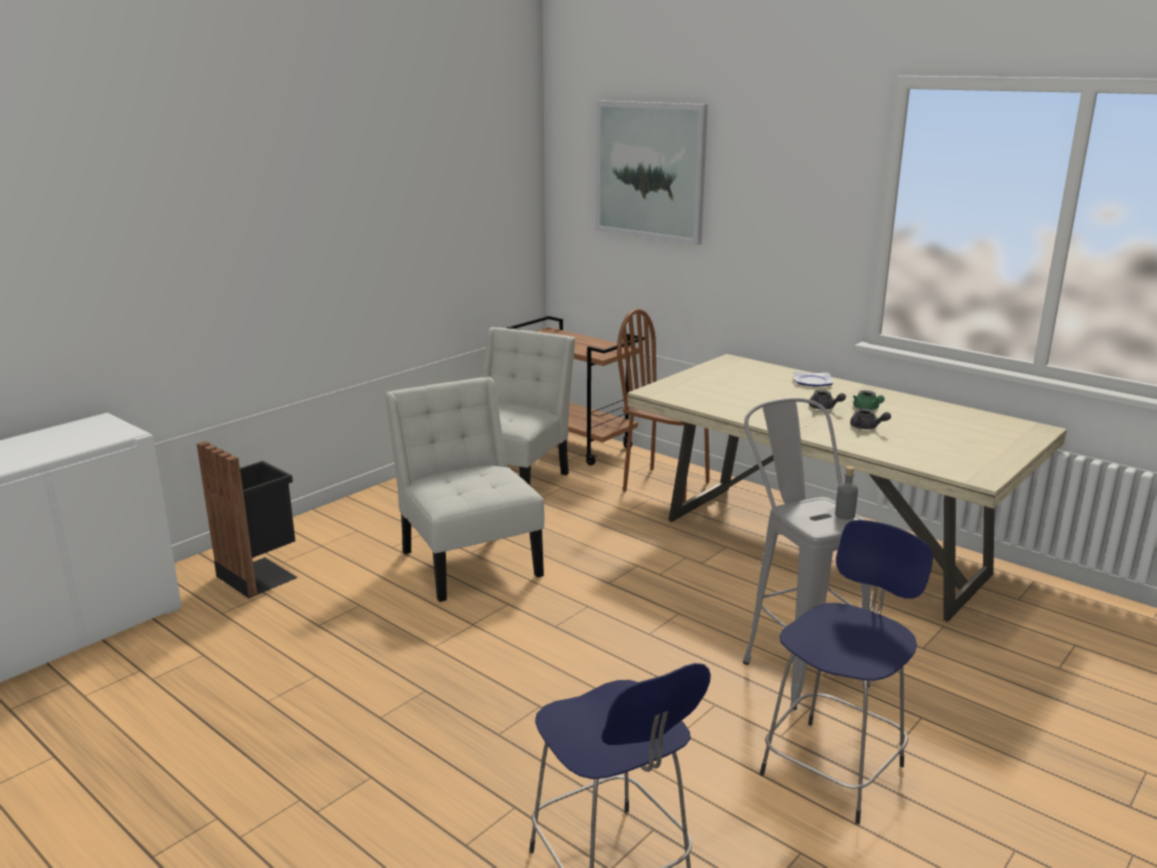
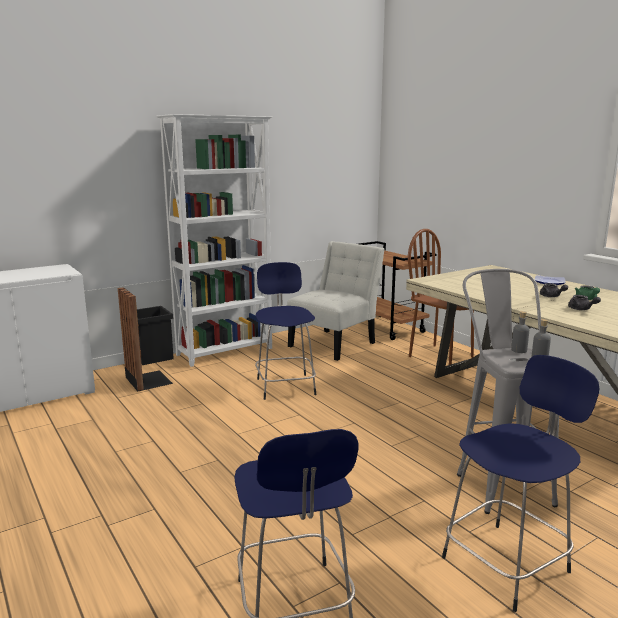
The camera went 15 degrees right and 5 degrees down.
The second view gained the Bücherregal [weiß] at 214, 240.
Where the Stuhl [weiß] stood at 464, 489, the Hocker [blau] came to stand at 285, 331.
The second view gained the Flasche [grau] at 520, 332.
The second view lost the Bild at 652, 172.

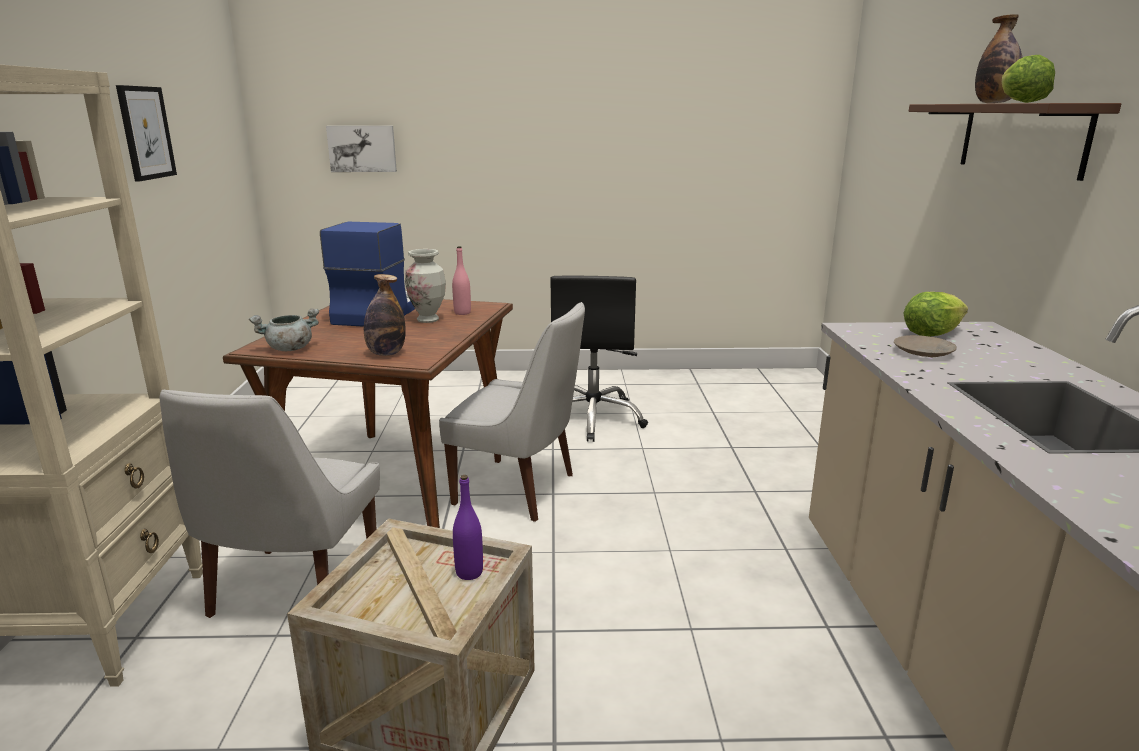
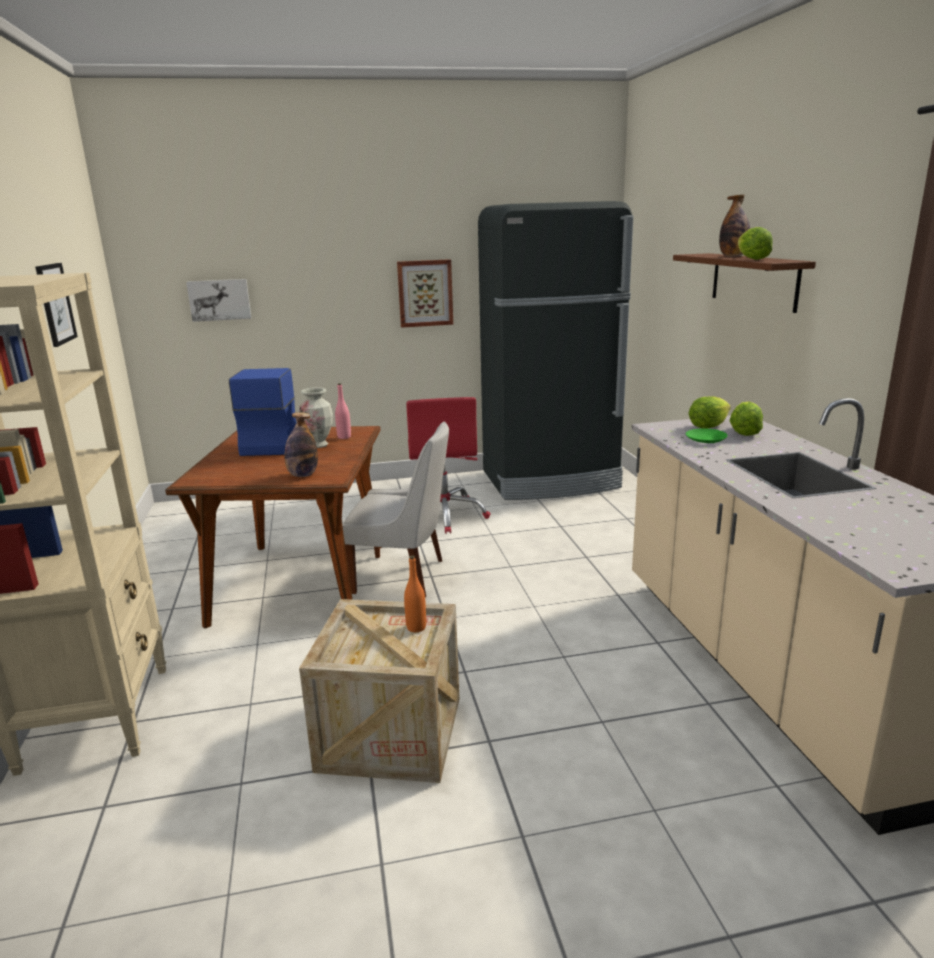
The camera went 10 degrees left and 0 degrees up.
The second view gained the Bild at 425, 293.
What was the Flasche [lila] at 468, 527 turned into the Flasche [orange] at 415, 593.
What was the Bürostuhl [schwarz] at 599, 359 turned into the Bürostuhl [rot] at 448, 465.
The second view gained the Kühlschrank [schwarz] at 556, 350.
What was the Teller [beige] at 925, 346 turned into the Teller [grün] at 707, 435.
The second view gained the Salatkopf at 746, 418.
The second view lost the Stuhl [weiß] at 270, 504.
The second view lost the Kochtopf [grau] at 284, 329.

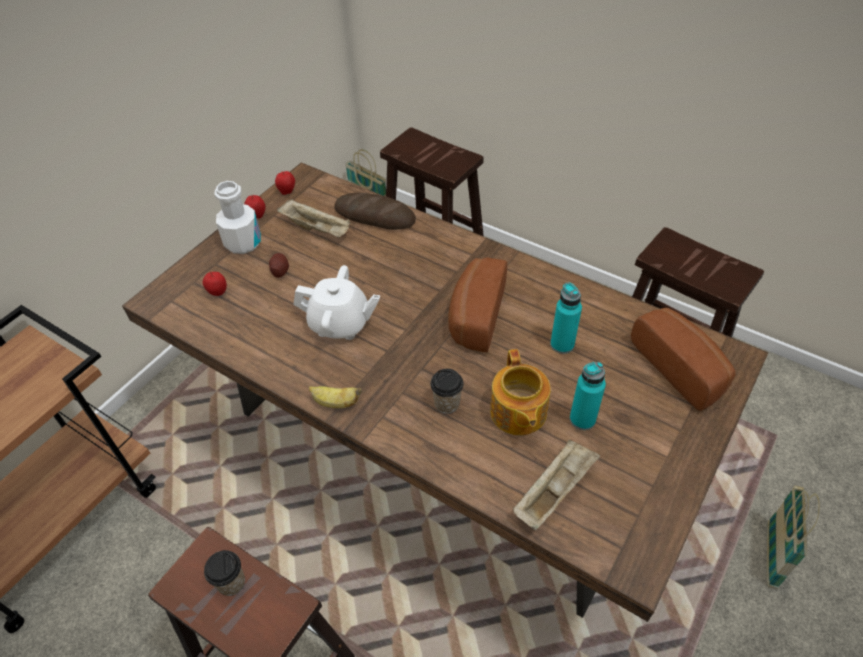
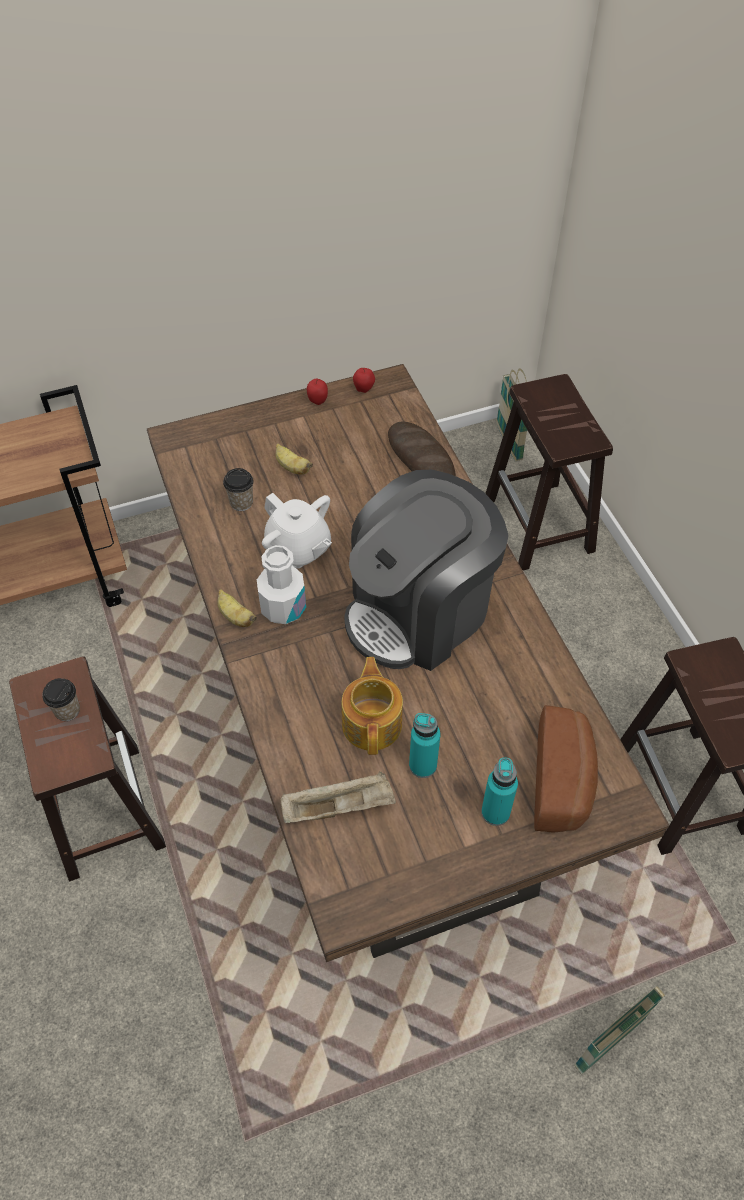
The camera went 35 degrees right and 5 degrees up.
The Tasse ended up elsewhere, having gone from 447, 391 to 238, 489.
The Flasche [weiß] ended up elsewhere, having gone from 238, 217 to 281, 584.
Where the Kartoffel stood at 279, 265, the Banane came to stand at 294, 458.
The Teekanne at 520, 392 ended up facing another way, 150 degrees clockwise from before.
Where the Brot stood at 477, 304, the Kaffeemaschine came to stand at 426, 570.
The Flasche [türkis] ended up elsewhere, having gone from 566, 318 to 499, 791.
The second view lost the Apfel at 215, 283.
The second view lost the Tablett [beige] at 314, 218.

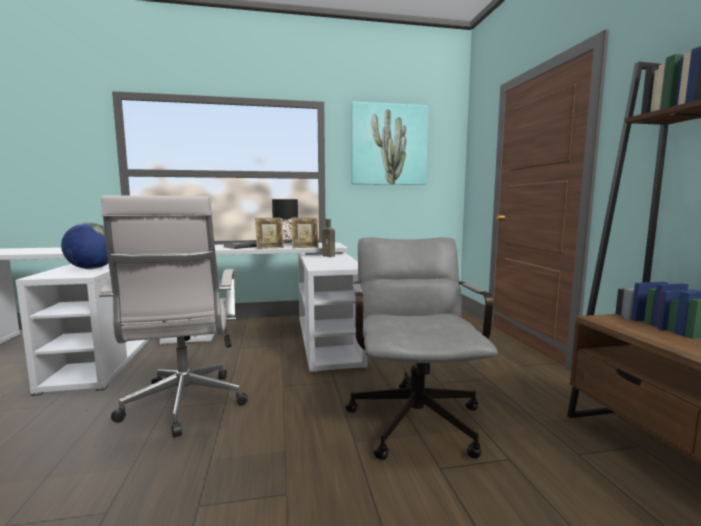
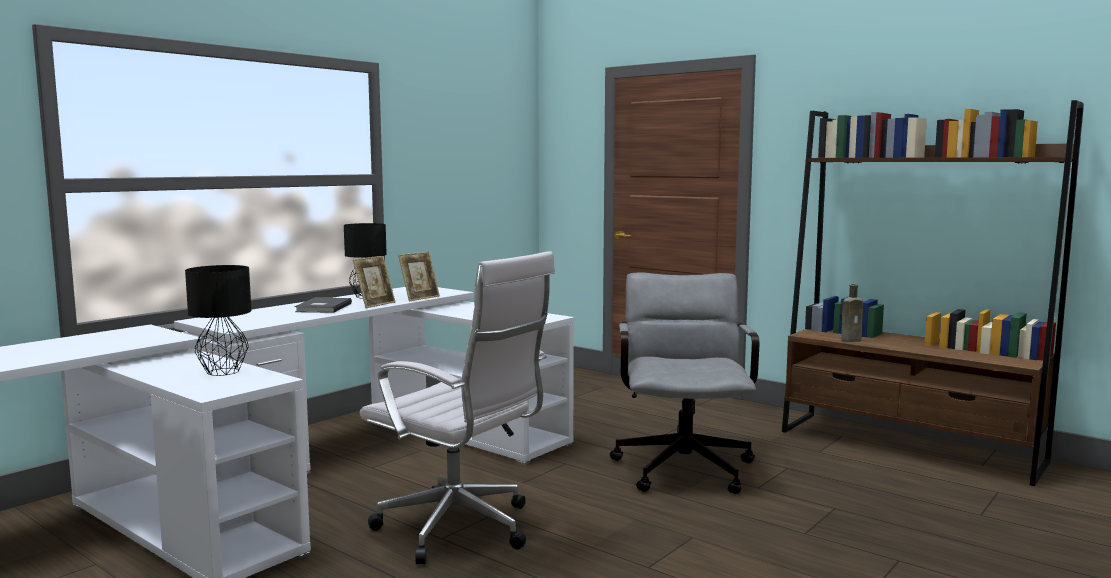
The camera went 40 degrees left and 0 degrees up.
Where the Globus stood at 84, 246, the Tischlampe [schwarz] came to stand at 218, 320.
The Bürostuhl [grau] at 421, 348 ended up facing another way, 45 degrees clockwise from before.
The Flasche [braun] ended up elsewhere, having gone from 328, 238 to 852, 313.
The second view lost the Bild at 390, 143.

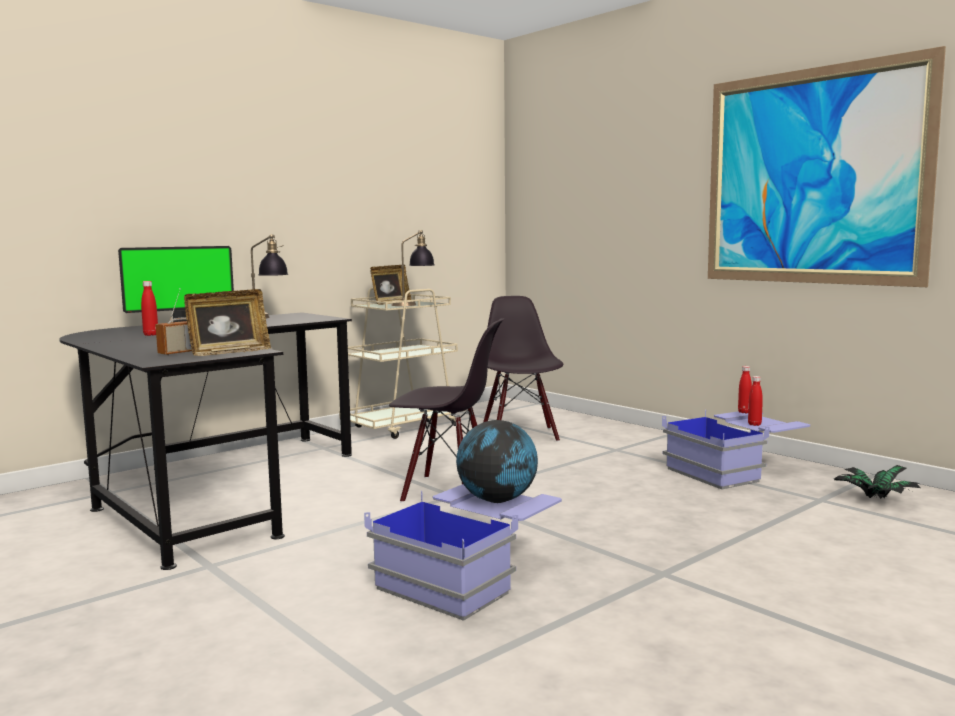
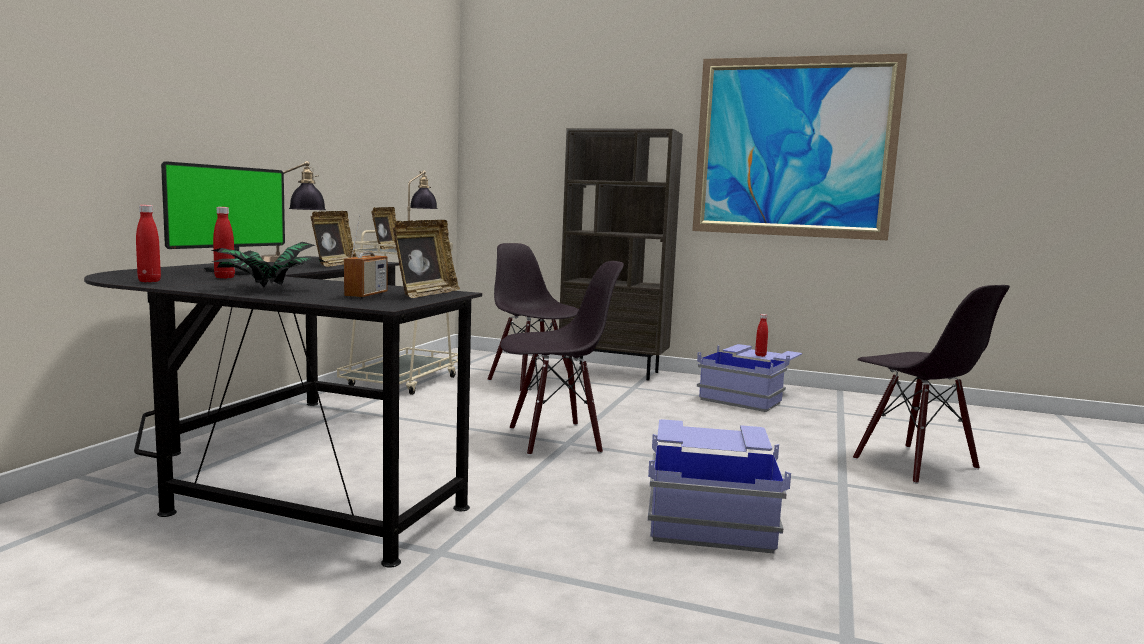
The camera went 30 degrees left and 0 degrees up.
The Flasche [rot] ended up elsewhere, having gone from 745, 389 to 148, 243.
The Topfpflanze ended up elsewhere, having gone from 877, 482 to 268, 264.
The second view gained the Bilderrahmen at 333, 239.
The second view gained the Bücherregal [braun] at 621, 254.
The second view gained the Stuhl [schwarz] at 931, 384.
The second view lost the Globus at 497, 461.

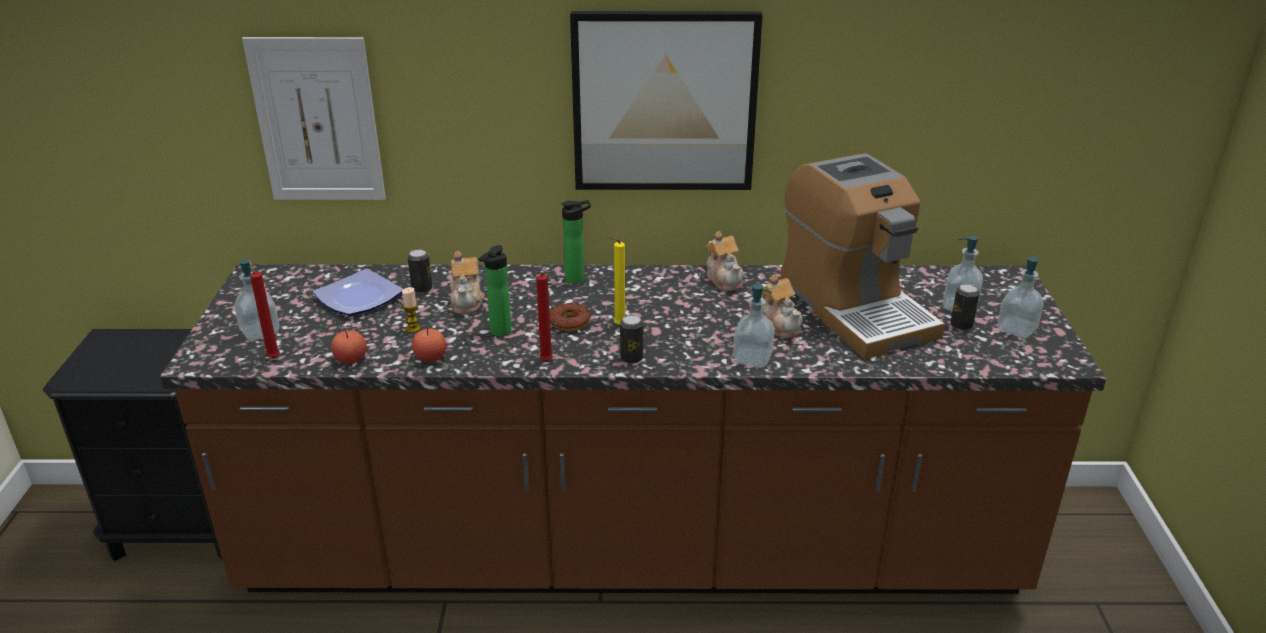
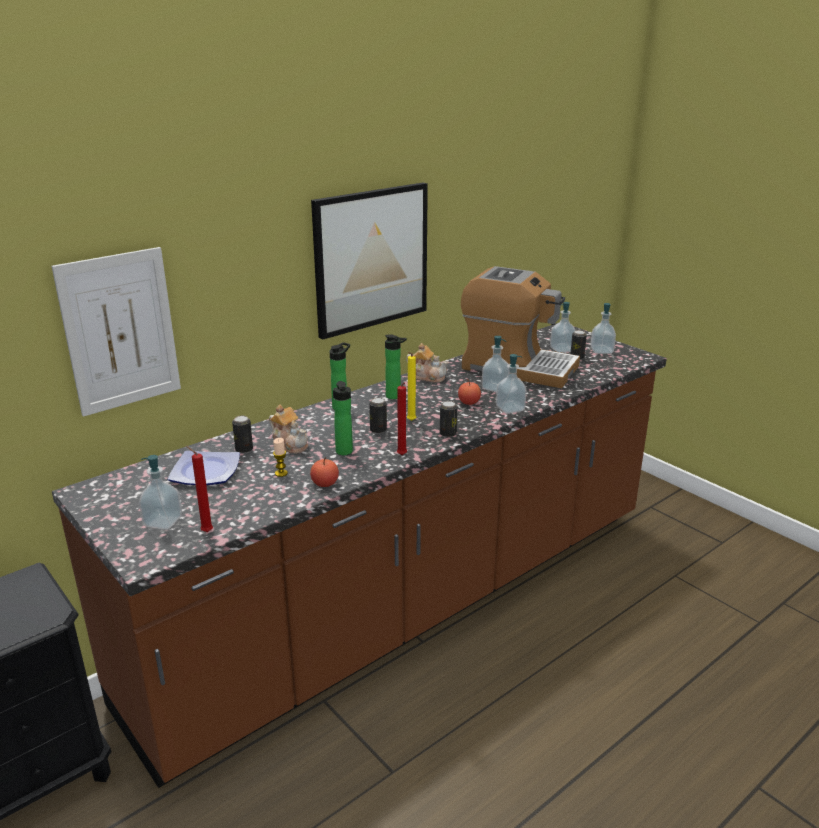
The camera went 40 degrees left and 5 degrees down.
Where the Donut stood at 570, 317, the Dose came to stand at 378, 415.
The second view gained the Flasche at 396, 366.
The Apfel ended up elsewhere, having gone from 349, 345 to 469, 392.
Where the Teekanne stood at 782, 306, the Seifenspender came to stand at 495, 364.

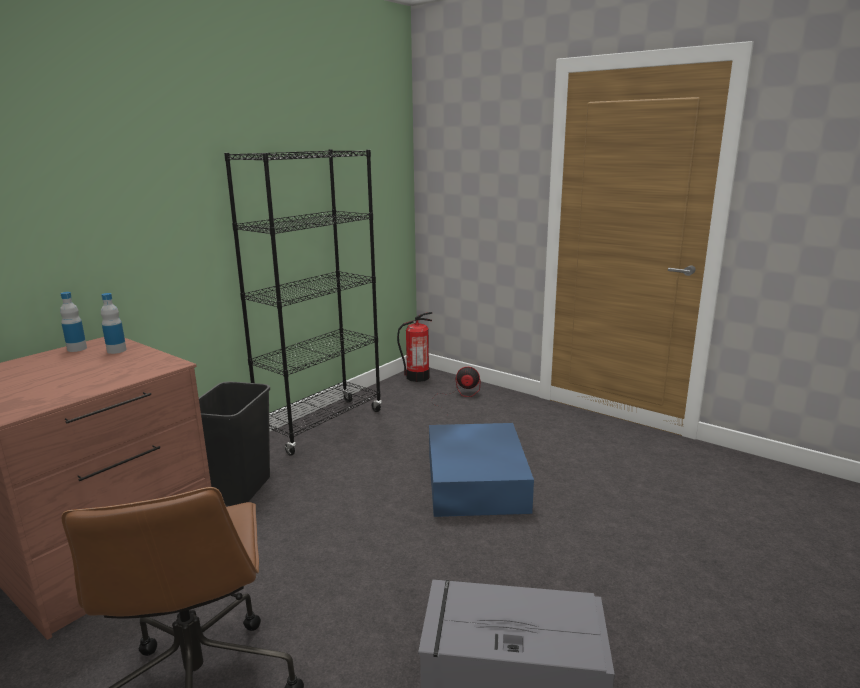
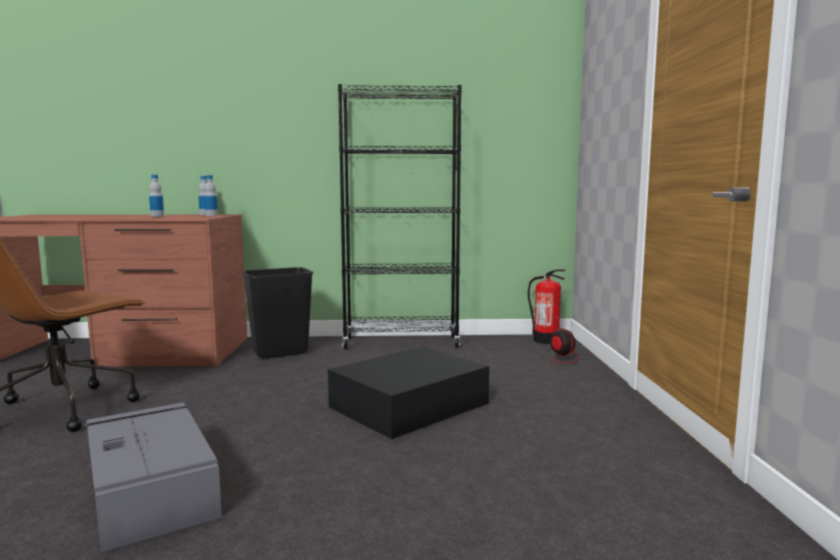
The camera went 50 degrees right and 10 degrees down.
The second view gained the Flasche at 156, 196.
What was the Aufbewahrungsbox [blau] at 481, 470 turned into the Aufbewahrungsbox [schwarz] at 408, 393.

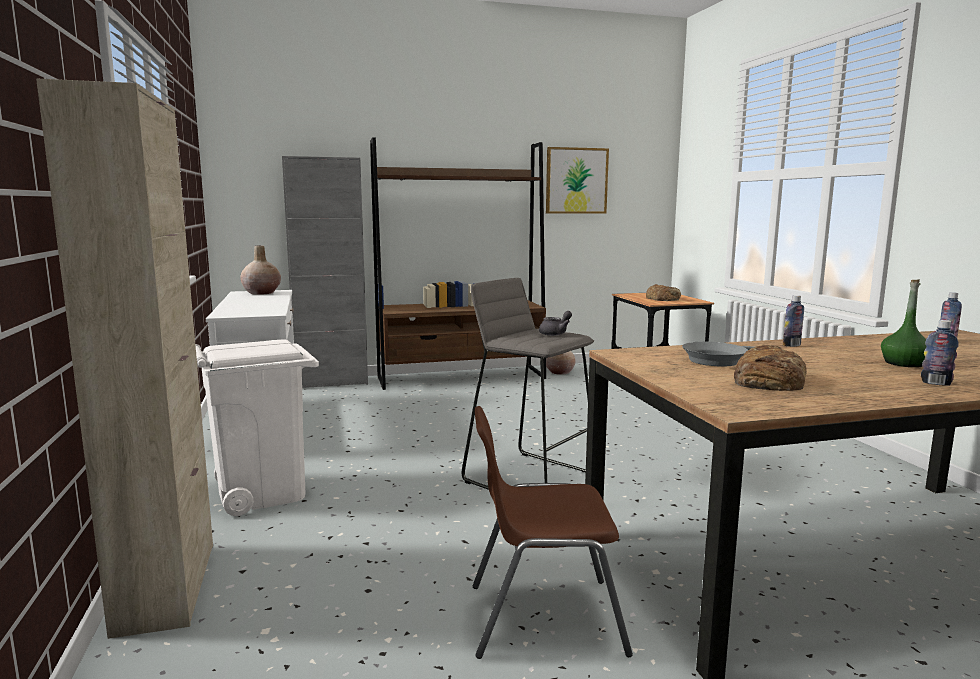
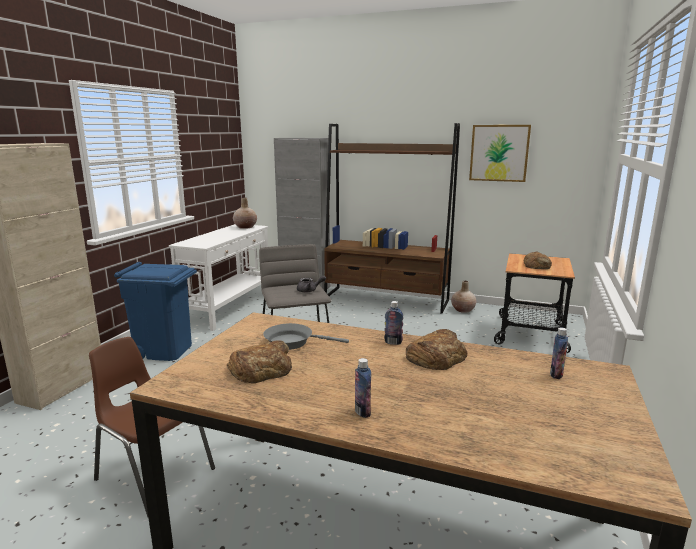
The camera went 35 degrees right and 5 degrees up.
What was the Mülleimer [weiß] at 257, 427 turned into the Mülleimer [blau] at 155, 311.
The second view gained the Brot at 436, 349.
The second view lost the Flasche [grün] at 903, 323.

